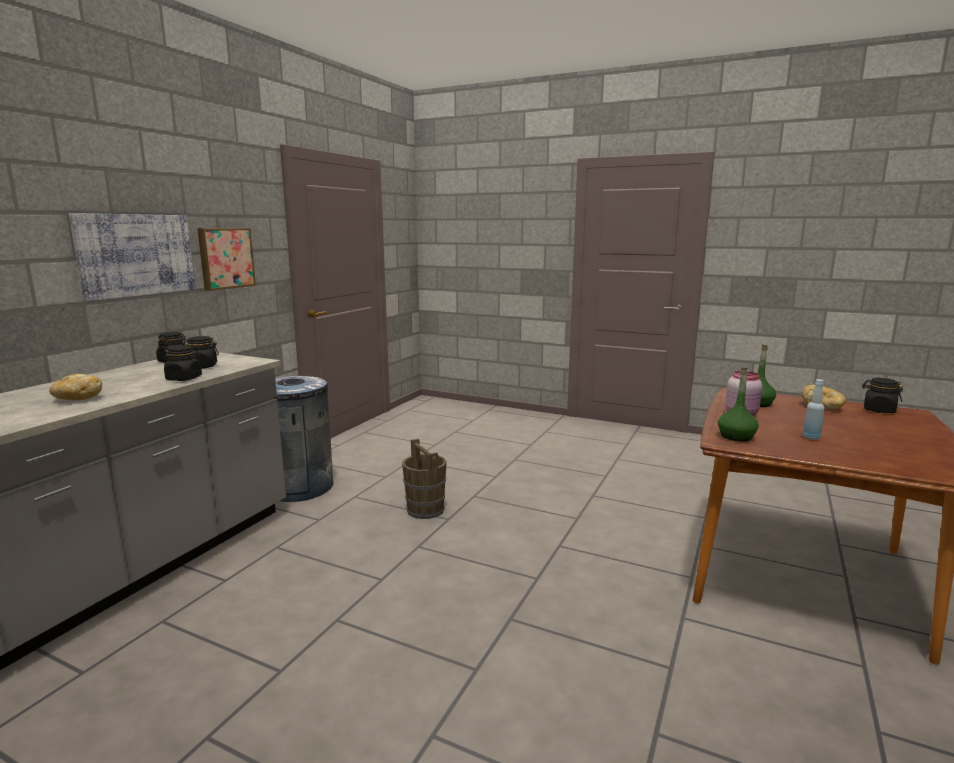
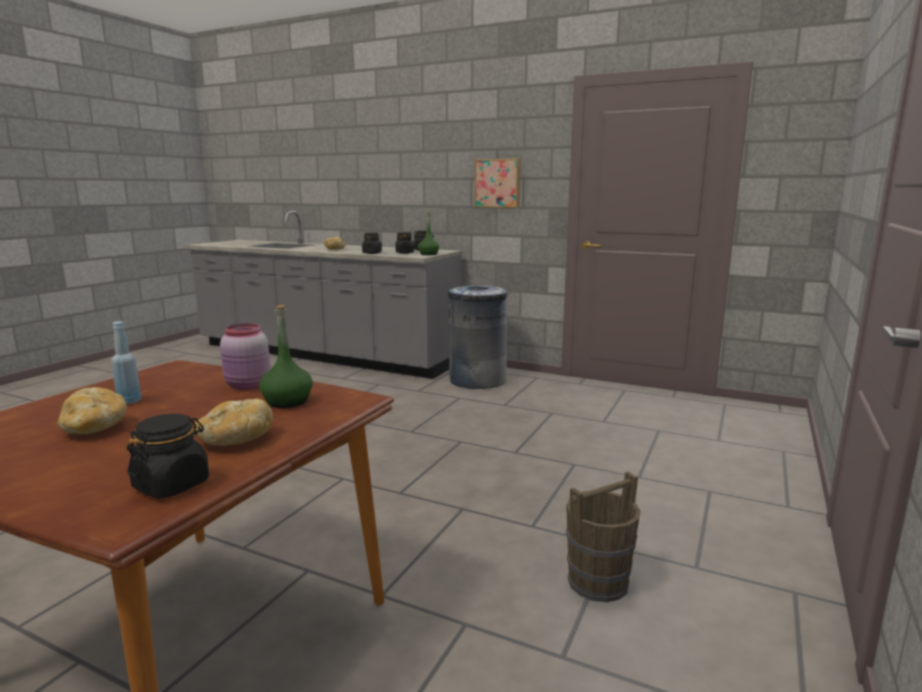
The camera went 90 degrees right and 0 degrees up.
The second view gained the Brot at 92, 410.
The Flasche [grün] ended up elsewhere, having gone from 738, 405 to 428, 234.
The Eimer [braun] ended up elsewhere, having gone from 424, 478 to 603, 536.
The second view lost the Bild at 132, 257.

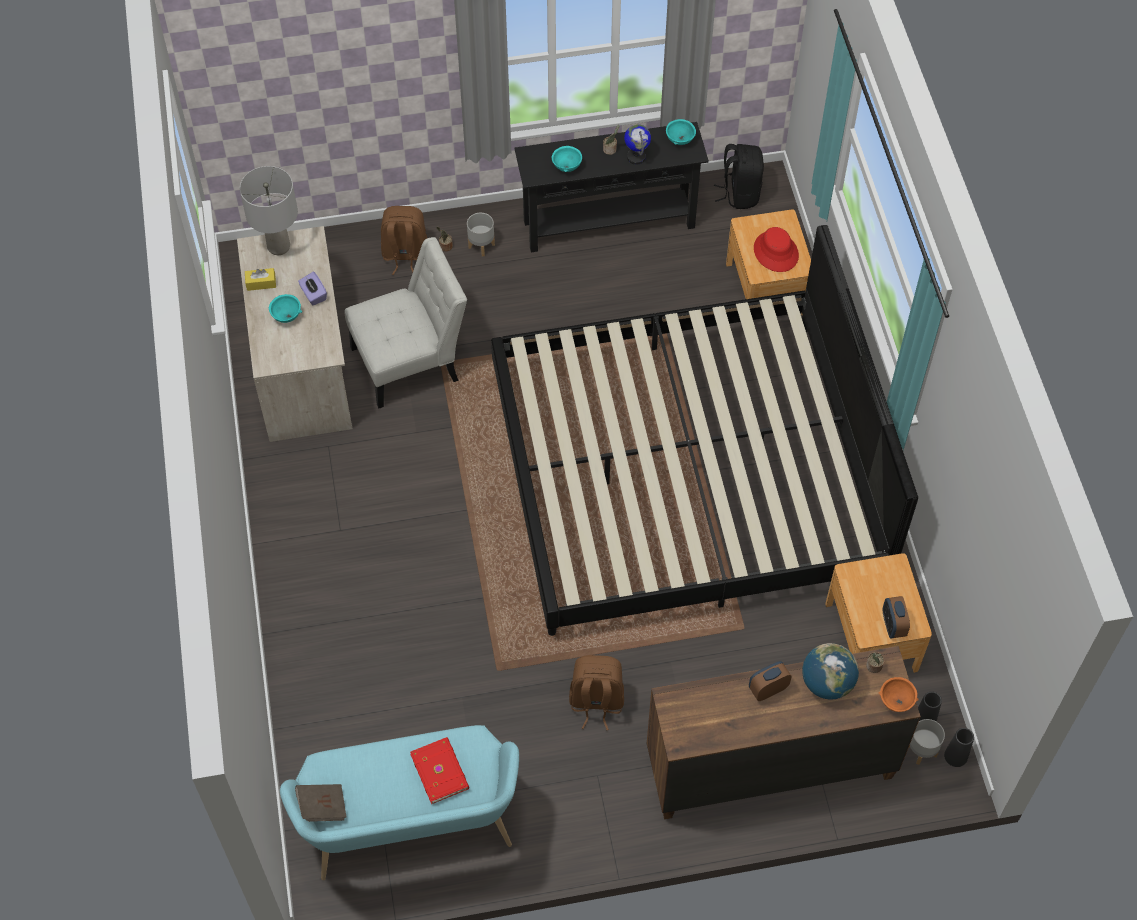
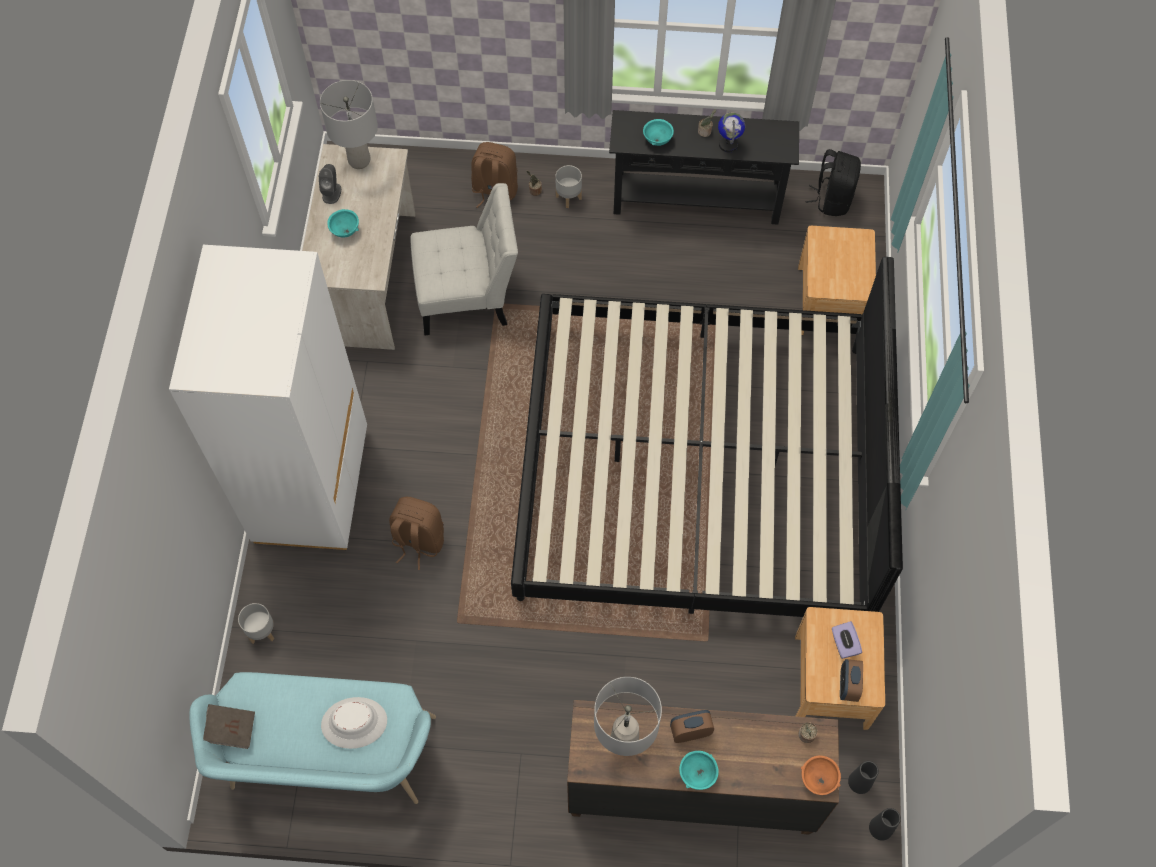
The camera went 15 degrees right and 5 degrees up.
The second view gained the Kleiderschrank [weiß] at 268, 397.
The Pflanzkübel [grau] ended up elsewhere, having gone from 927, 742 to 256, 623.
Where the Taschentuchbox [gelb] stood at 260, 279, the Lautsprecher [grau] came to stand at 330, 184.
Where the Buch [rot] stood at 439, 770, the Hut [weiß] came to stand at 354, 723.
The Rucksack [braun] ended up elsewhere, having gone from 596, 692 to 416, 533.
The second view gained the Tischlampe [grau] at 628, 716.
The Schüssel [türkis] ended up elsewhere, having gone from 681, 132 to 699, 770.
The Taschentuchbox [lila] ended up elsewhere, having gone from 312, 288 to 847, 640.
The second view lost the Hut [rot] at 776, 249.
The second view lost the Globus at 830, 671.

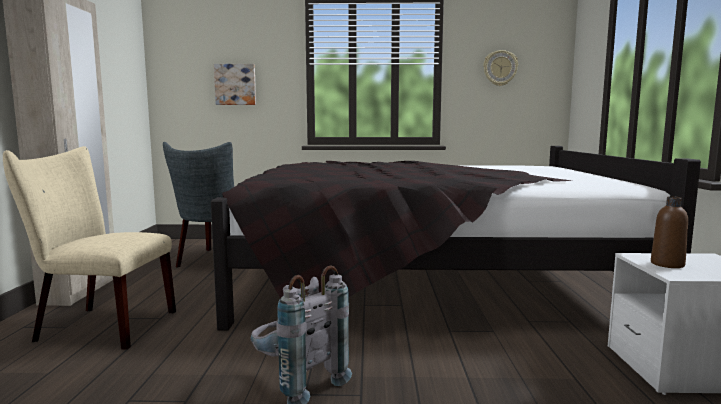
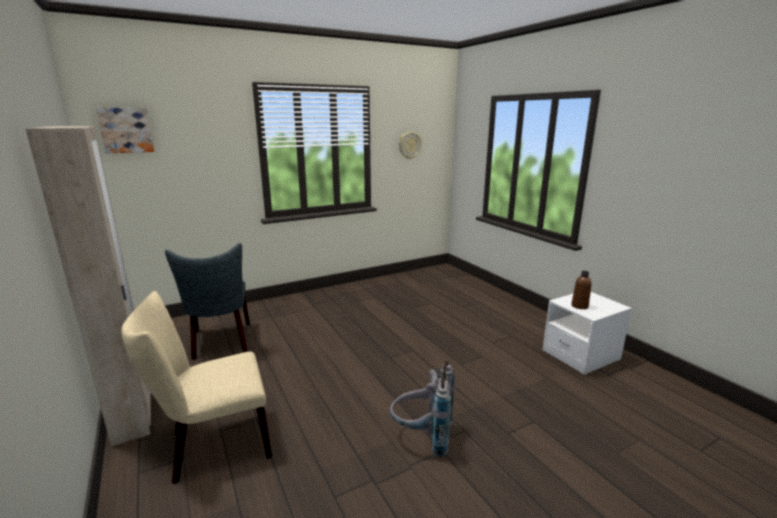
The camera went 30 degrees left and 10 degrees up.
The Bild ended up elsewhere, having gone from 235, 84 to 125, 130.
The second view lost the Bett [schwarz] at 456, 238.

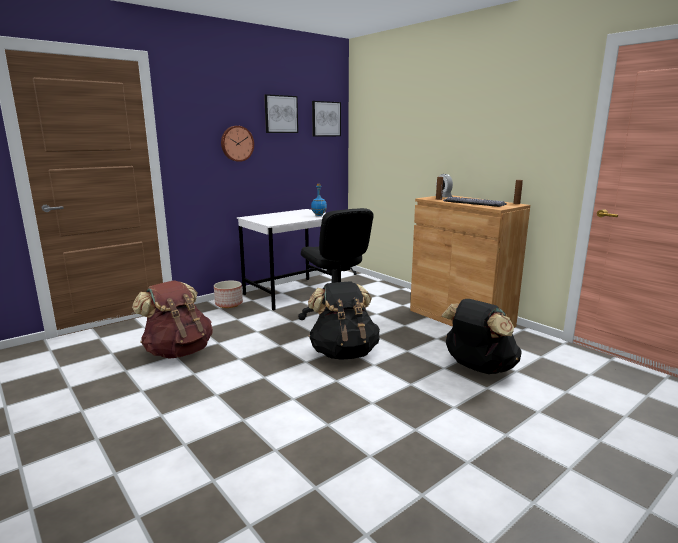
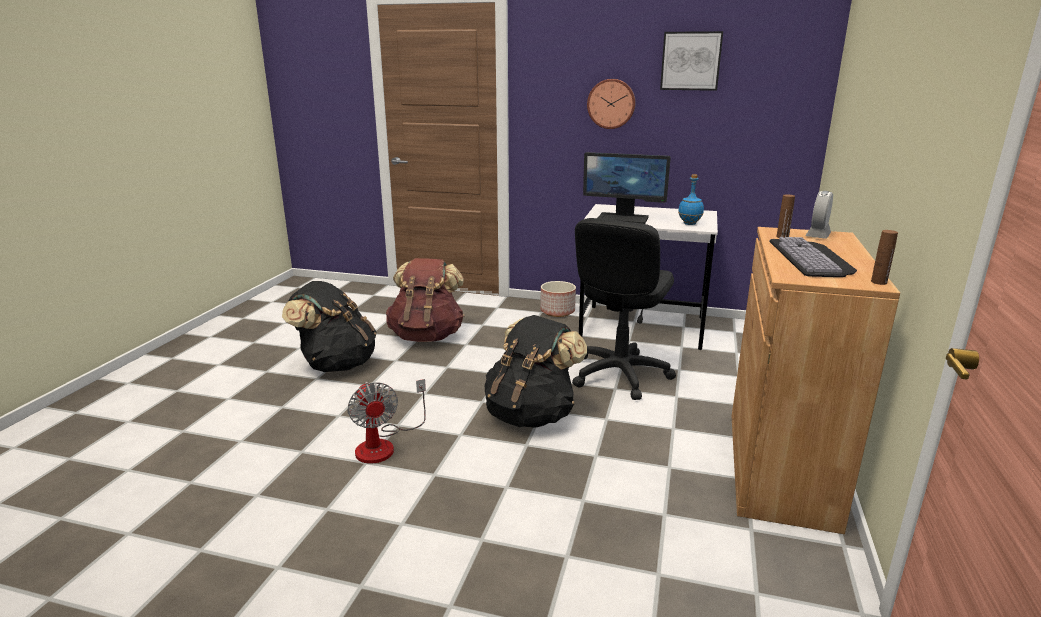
The camera went 55 degrees right and 5 degrees up.
The Rucksack [schwarz] ended up elsewhere, having gone from 481, 336 to 329, 326.
The second view gained the Ventilator at 386, 421.
The second view gained the Monitor at 627, 188.
The second view lost the Bild at 326, 119.

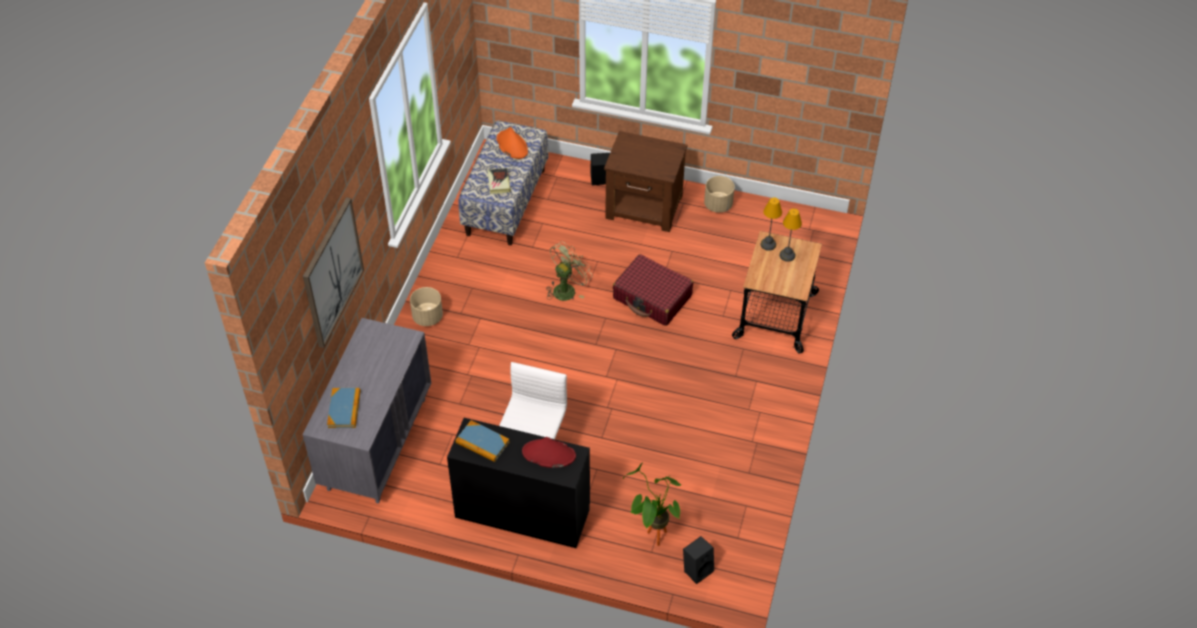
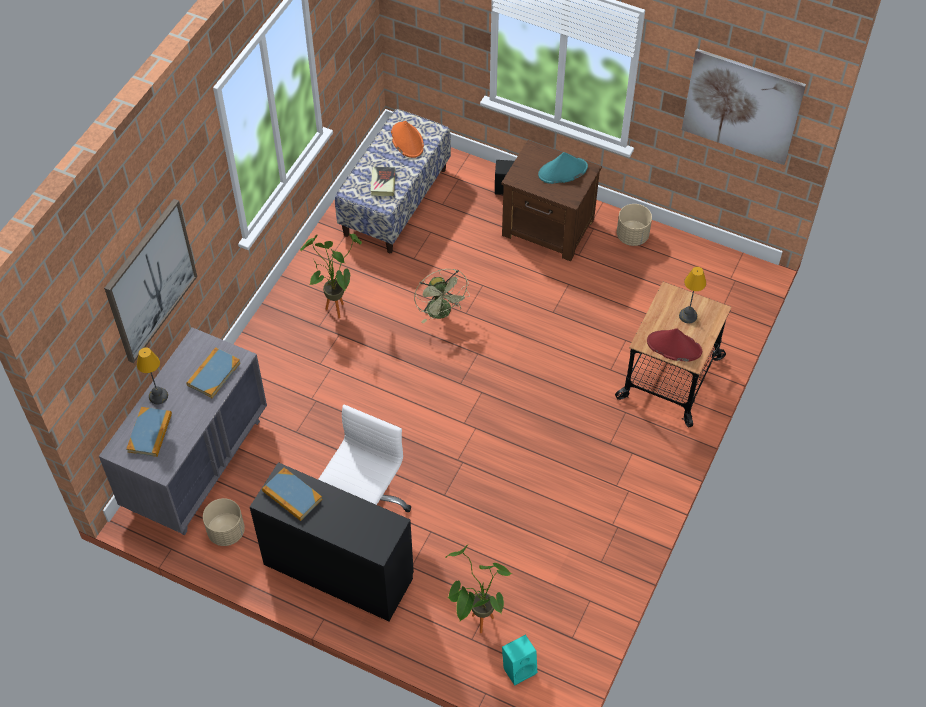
The camera went 10 degrees right and 5 degrees up.
The Tischlampe ended up elsewhere, having gone from 771, 224 to 152, 376.
The second view gained the Buch at 213, 372.
The Pflanzkübel [beige] ended up elsewhere, having gone from 426, 306 to 224, 522.
The second view gained the Topfpflanze at 331, 275.
The Ventilator [grün] at 569, 271 ended up facing another way, 105 degrees clockwise from before.
What was the Lautsprecher [schwarz] at 698, 560 turned into the Lautsprecher [türkis] at 519, 660.
The second view gained the Hut [türkis] at 563, 168.
The Hut [rot] ended up elsewhere, having gone from 549, 452 to 674, 345.
The second view gained the Bild at 744, 107.
The second view lost the Koffer [rot] at 653, 290.

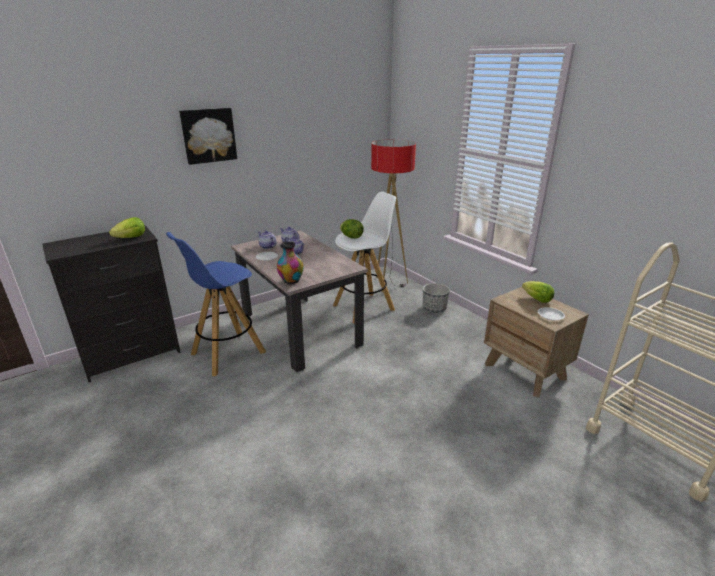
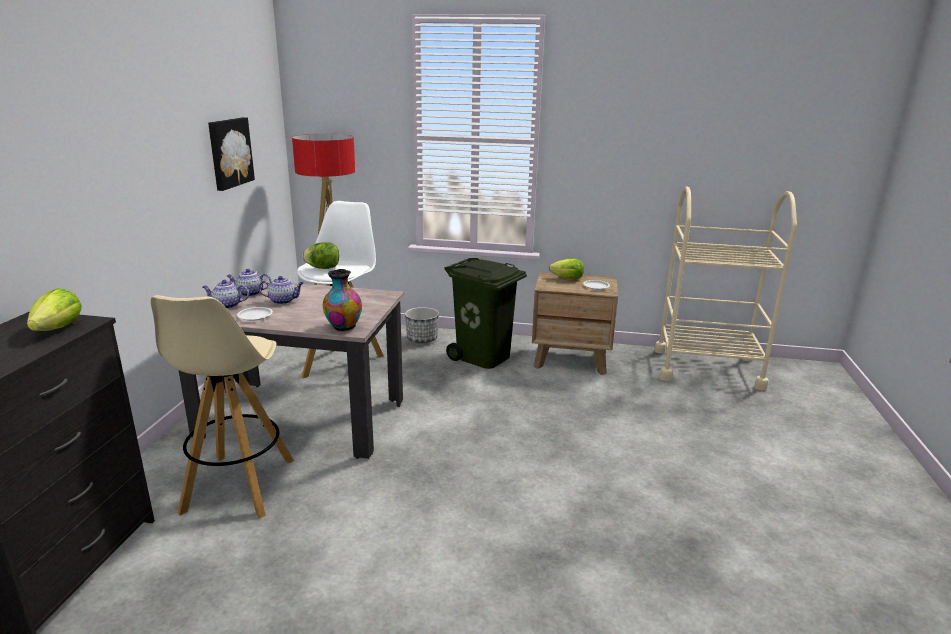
The camera went 45 degrees left and 5 degrees down.
What was the Hocker [blau] at 216, 304 turned into the Hocker [beige] at 222, 407.
The Bild ended up elsewhere, having gone from 208, 136 to 231, 154.
The second view gained the Mülleimer [grün] at 486, 313.

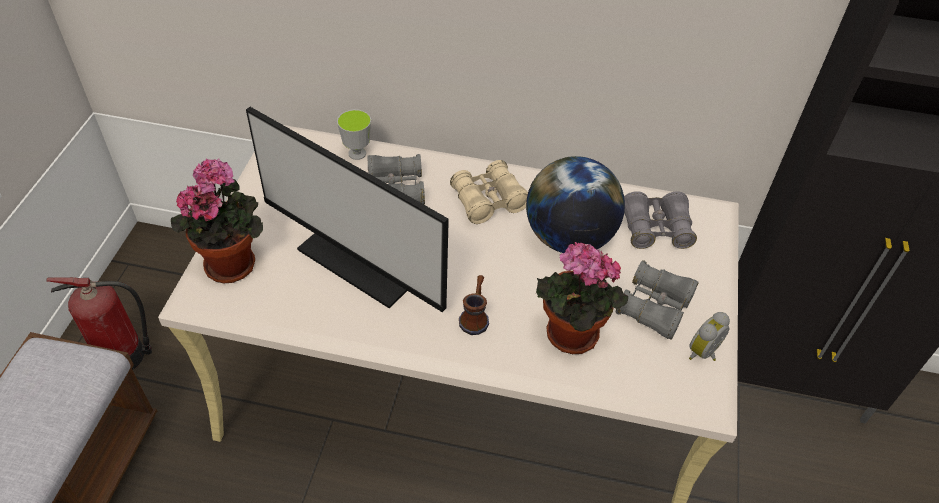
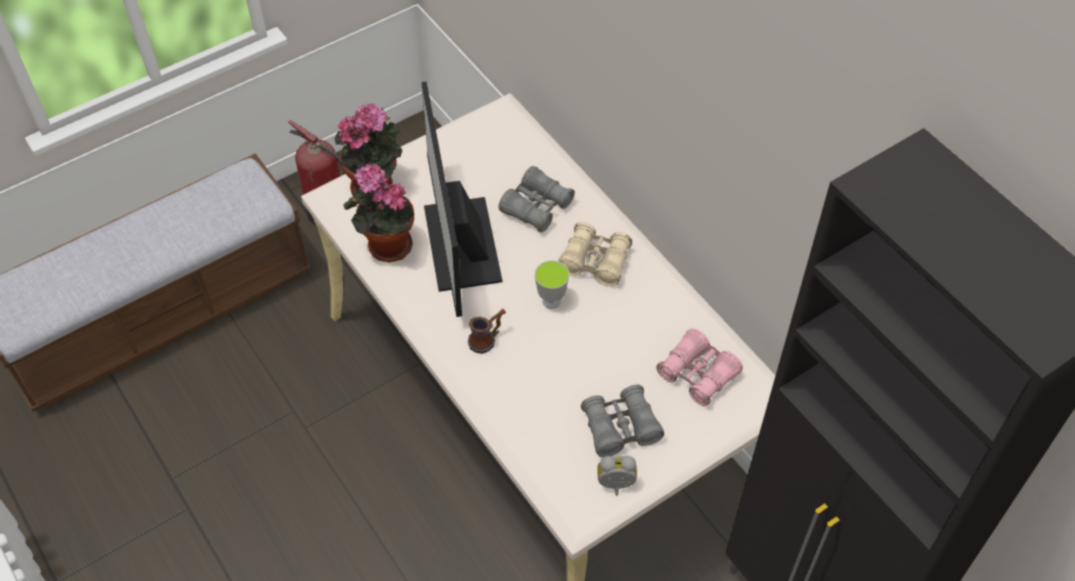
The camera went 45 degrees right and 5 degrees up.
The Topfpflanze ended up elsewhere, having gone from 582, 298 to 378, 213.
The Tasse ended up elsewhere, having gone from 354, 134 to 552, 284.
What was the Fernglas [grau] at 660, 220 turned into the Fernglas [rosa] at 699, 367.
The second view lost the Globus at 575, 204.

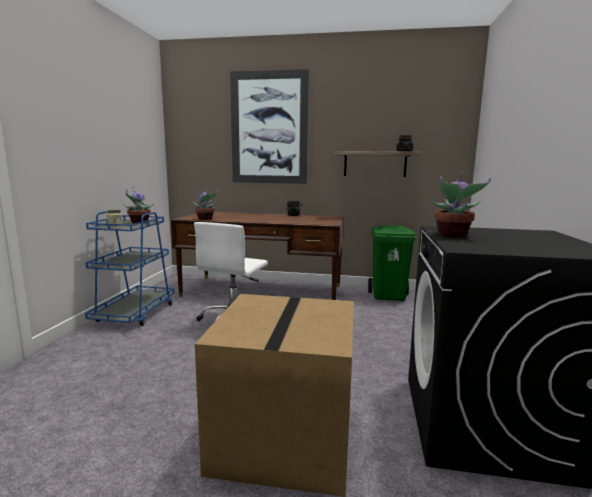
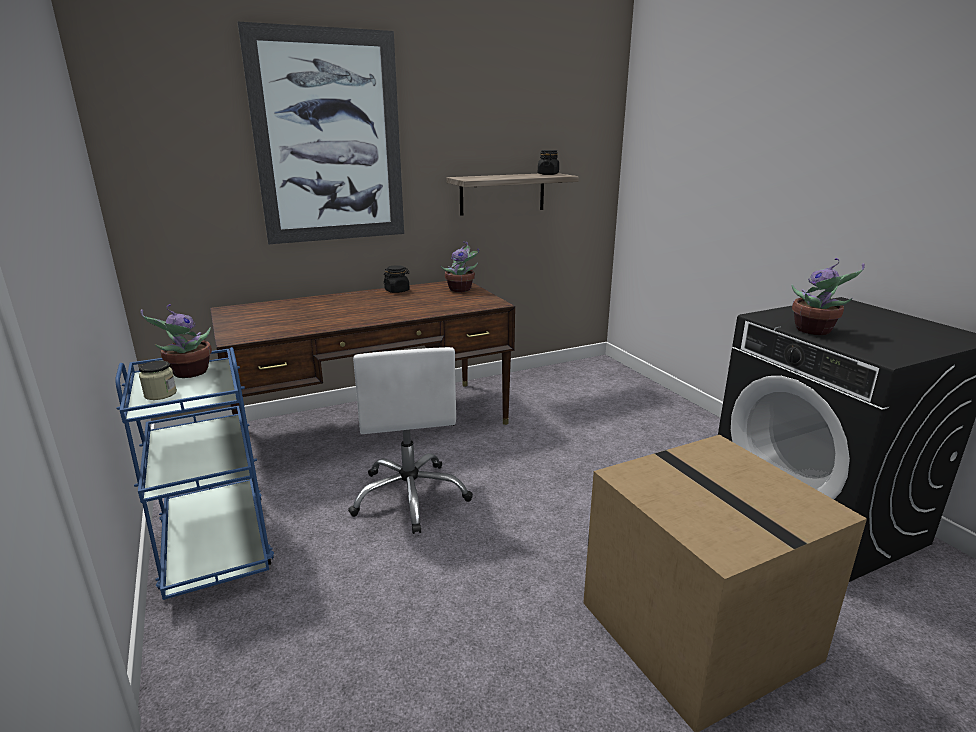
The camera went 35 degrees left and 10 degrees up.
The Topfpflanze ended up elsewhere, having gone from 205, 204 to 459, 266.
The second view lost the Mülleimer [grün] at 392, 263.

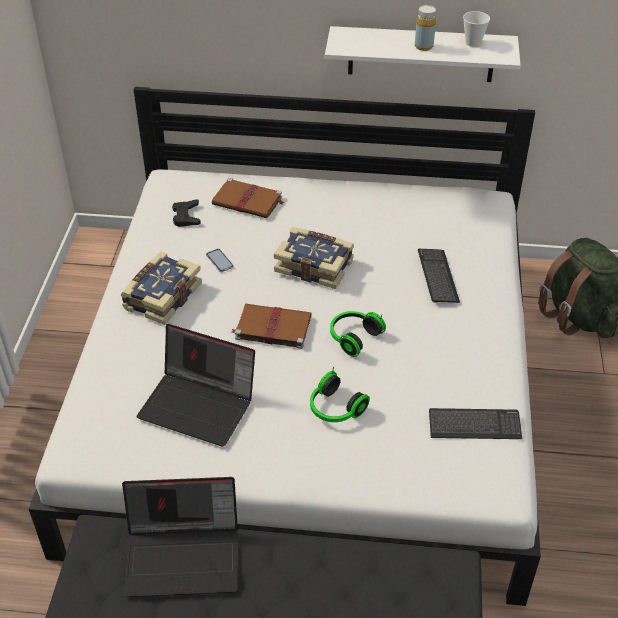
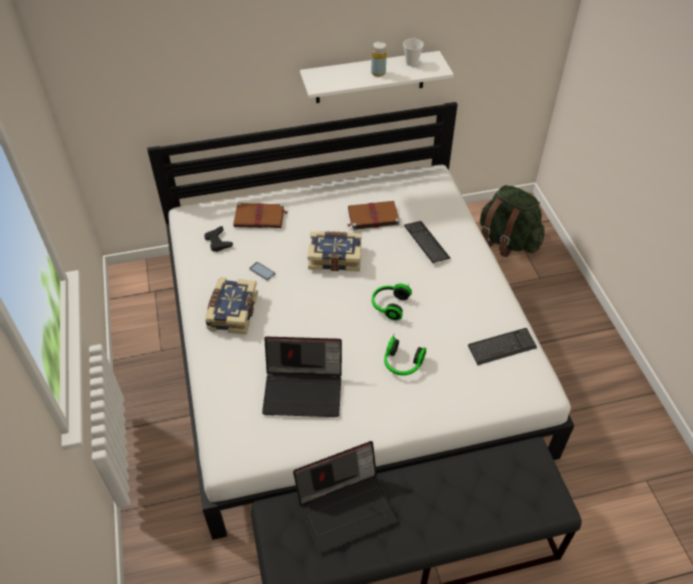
The camera went 20 degrees left and 5 degrees up.
The Buch [braun] ended up elsewhere, having gone from 271, 326 to 373, 215.

